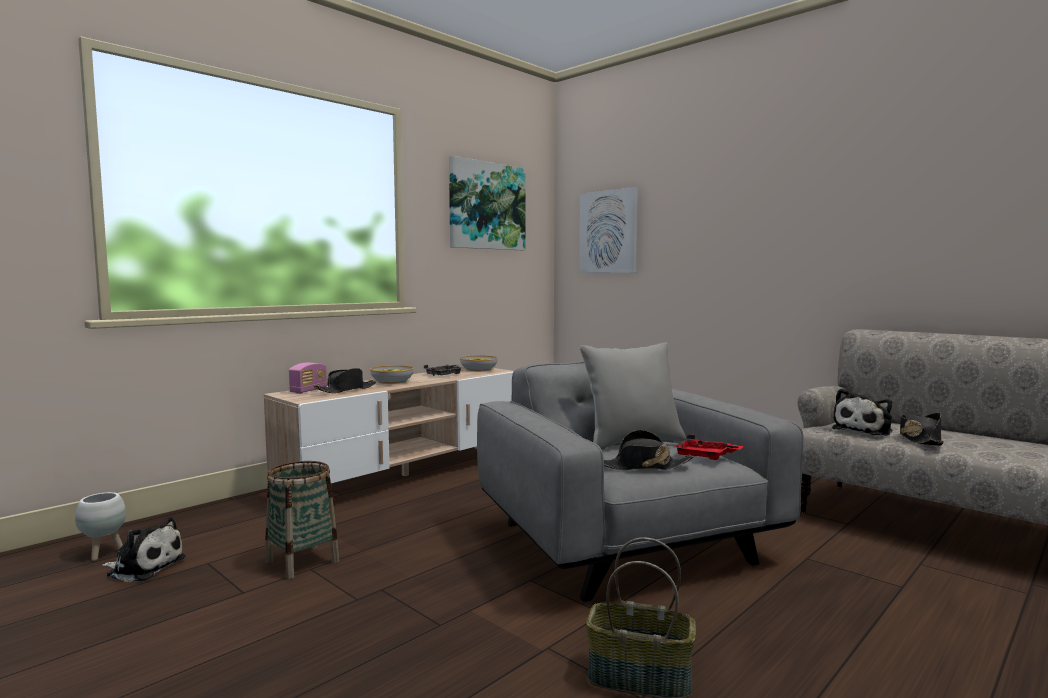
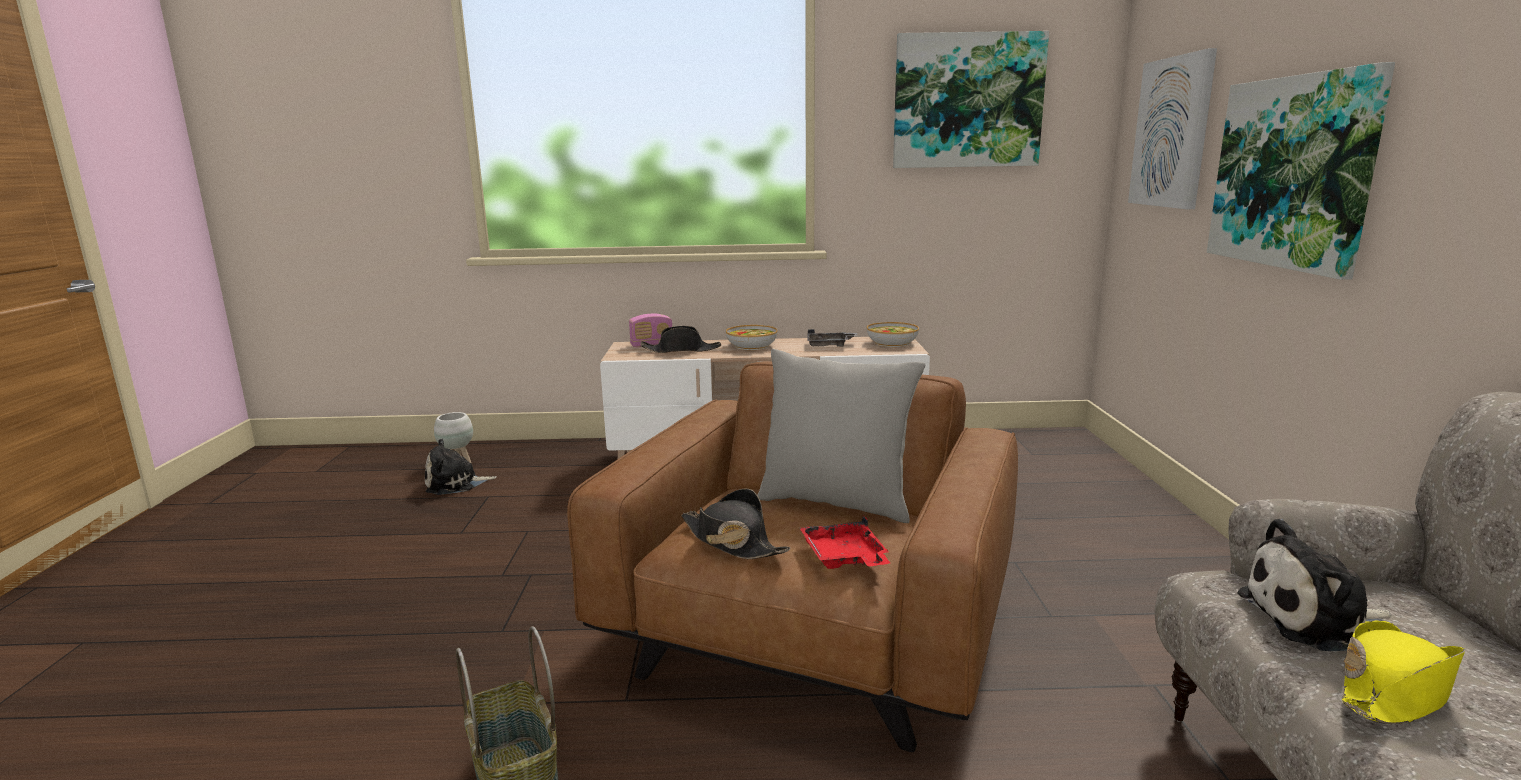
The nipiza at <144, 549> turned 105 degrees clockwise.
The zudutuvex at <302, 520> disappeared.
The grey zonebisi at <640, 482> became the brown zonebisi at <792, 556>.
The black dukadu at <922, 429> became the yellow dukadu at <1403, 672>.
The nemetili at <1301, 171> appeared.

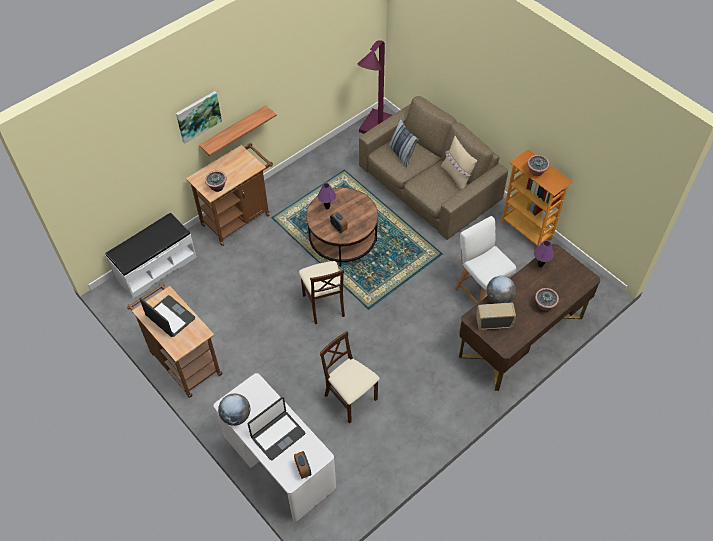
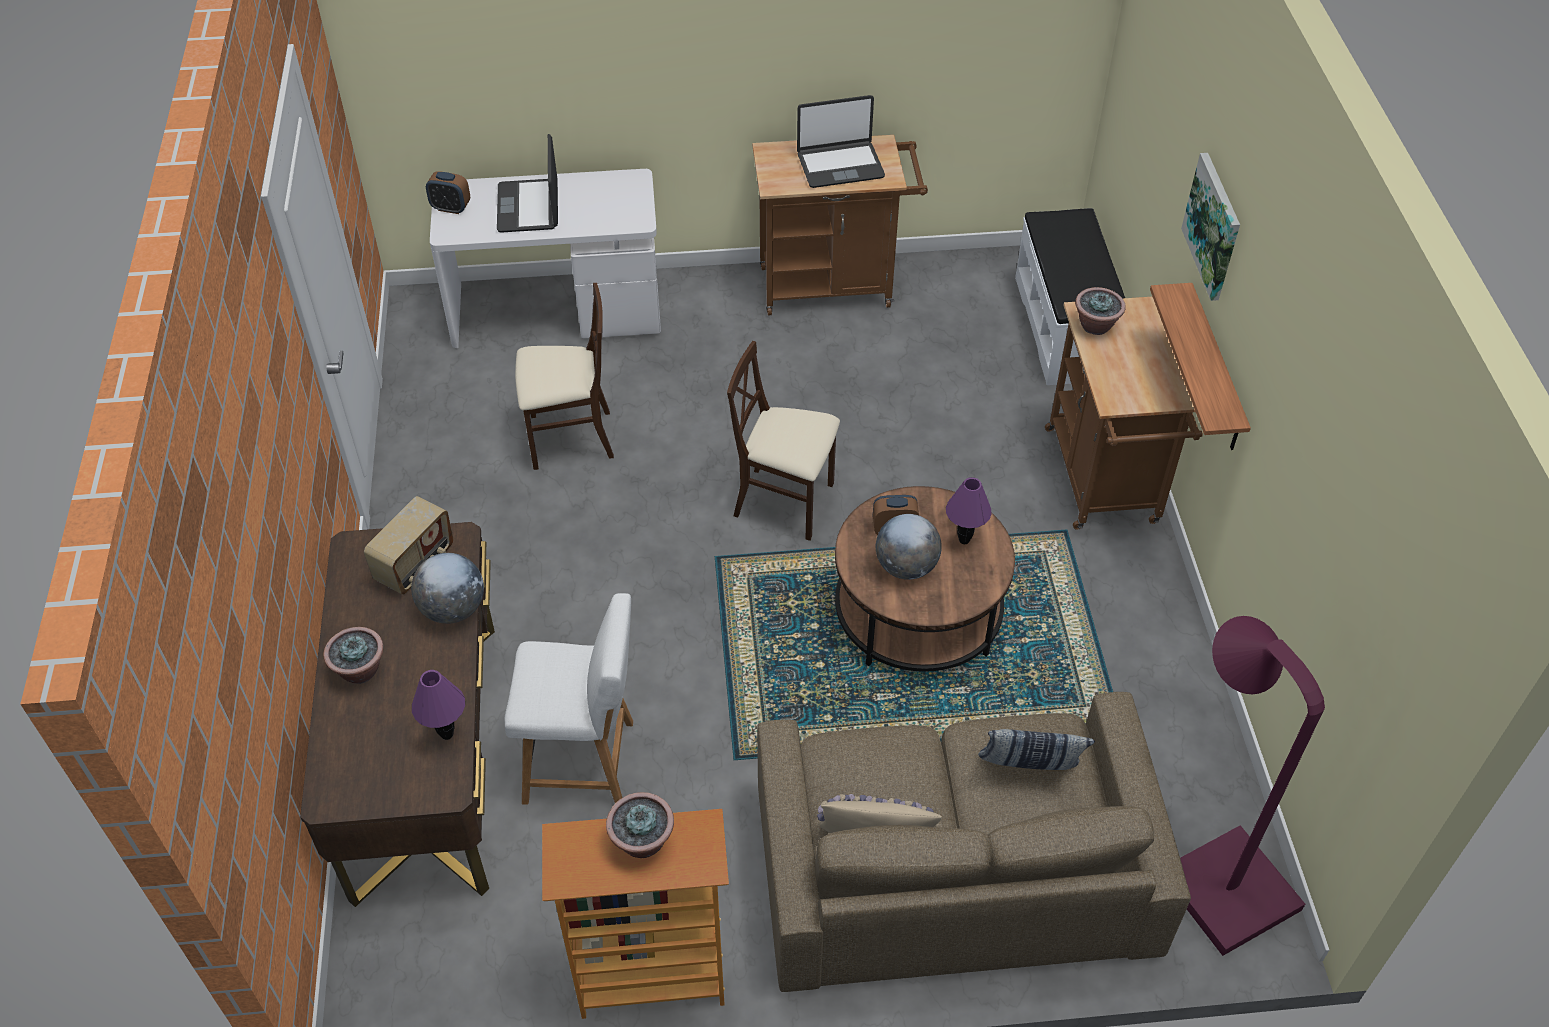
The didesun moved from <234, 409> to <909, 547>.

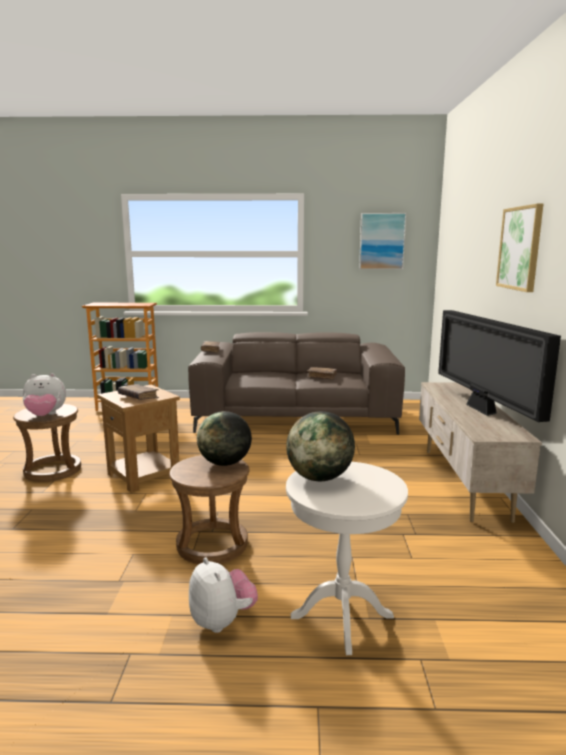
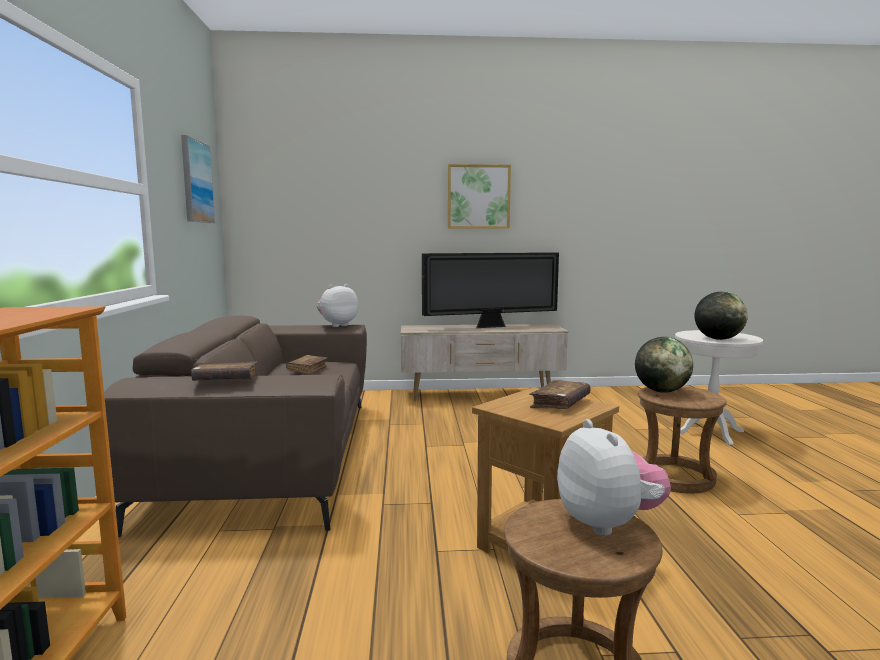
The nipiza moved from <223, 595> to <337, 305>.

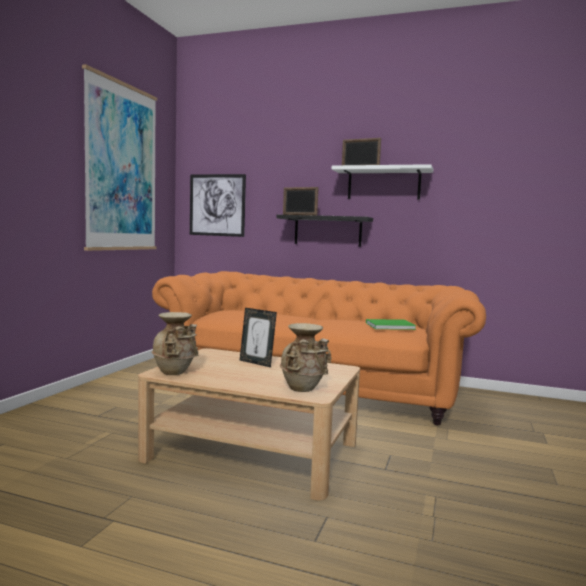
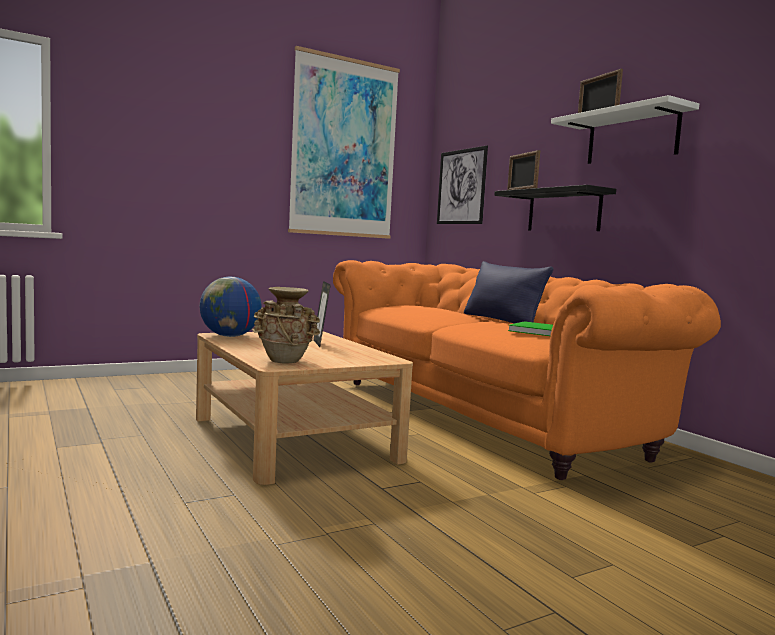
The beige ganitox at <175, 343> was replaced by the didesun at <231, 307>.
The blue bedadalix at <508, 292> appeared.

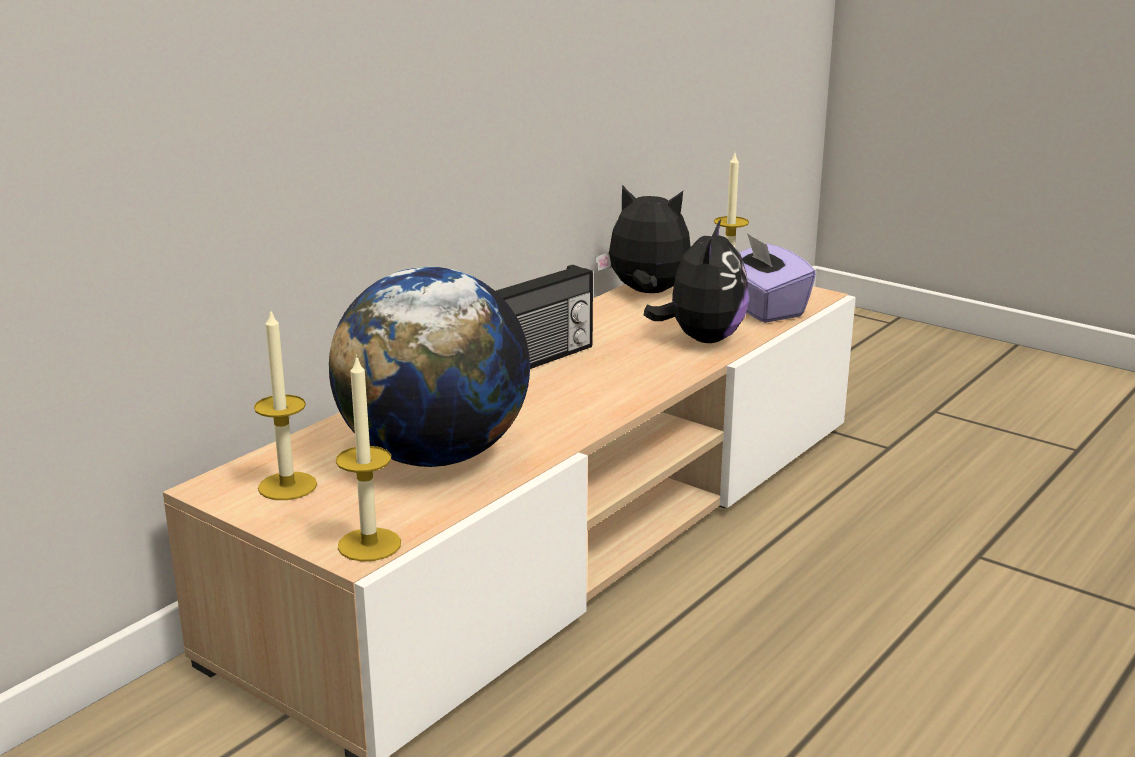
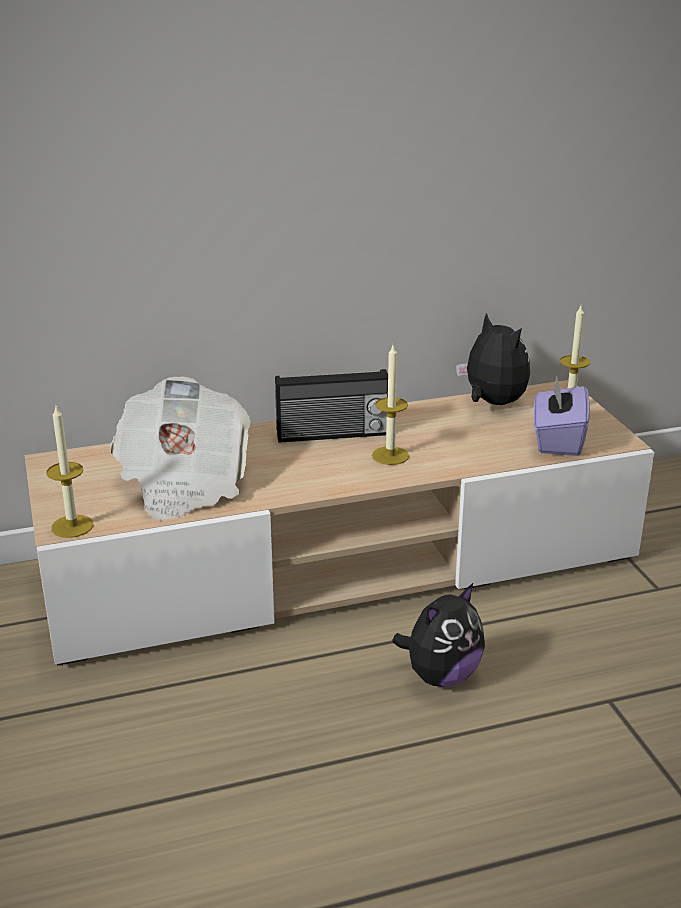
The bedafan moved from <285, 404> to <390, 405>.
The didesun at <429, 367> was replaced by the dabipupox at <180, 448>.
The nipiza moved from <696, 281> to <438, 635>.

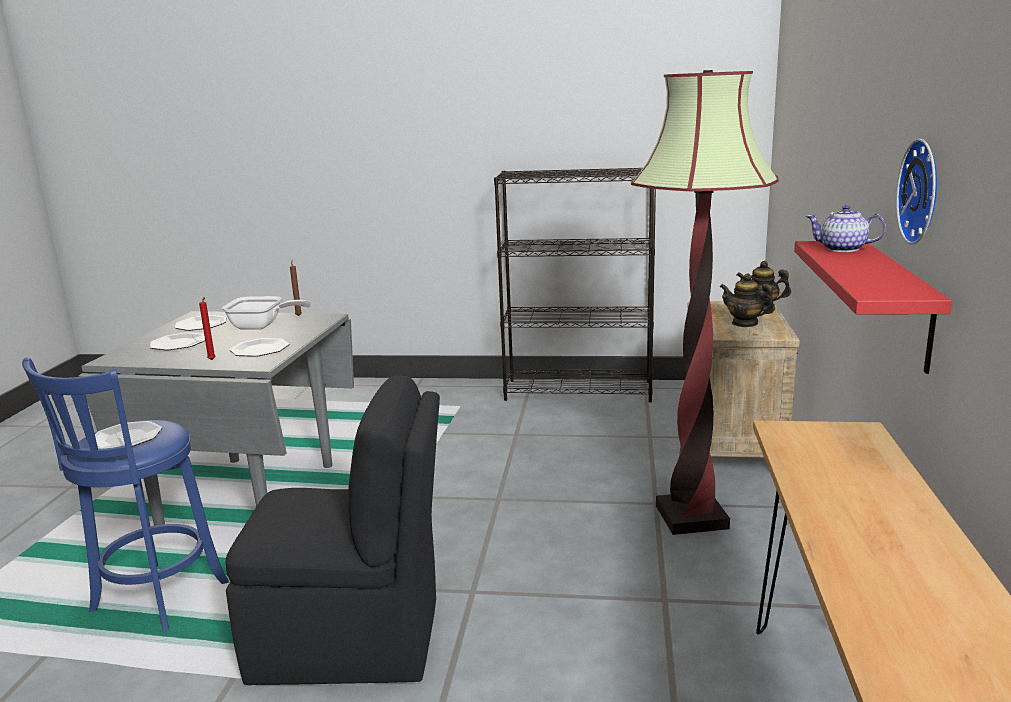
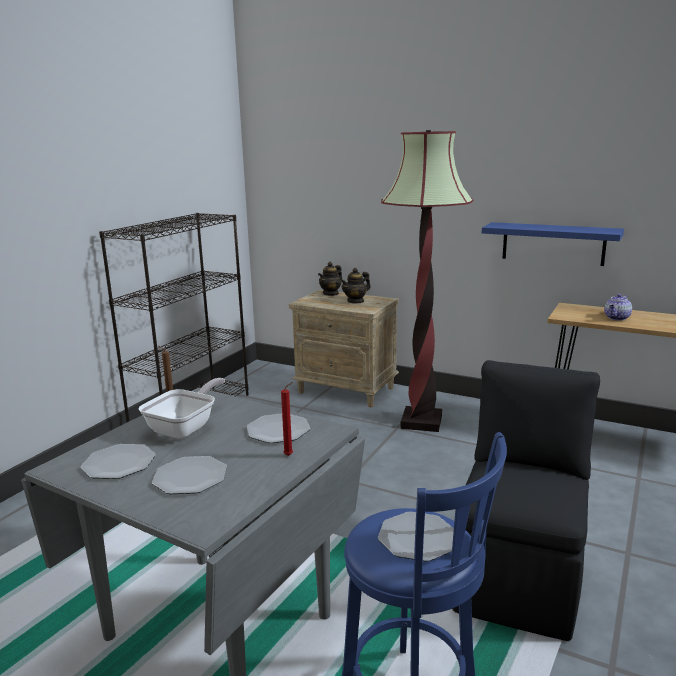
The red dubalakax at <873, 307> became the blue dubalakax at <553, 244>.
The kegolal moved from <846, 228> to <618, 307>.
The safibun at <916, 192> disappeared.

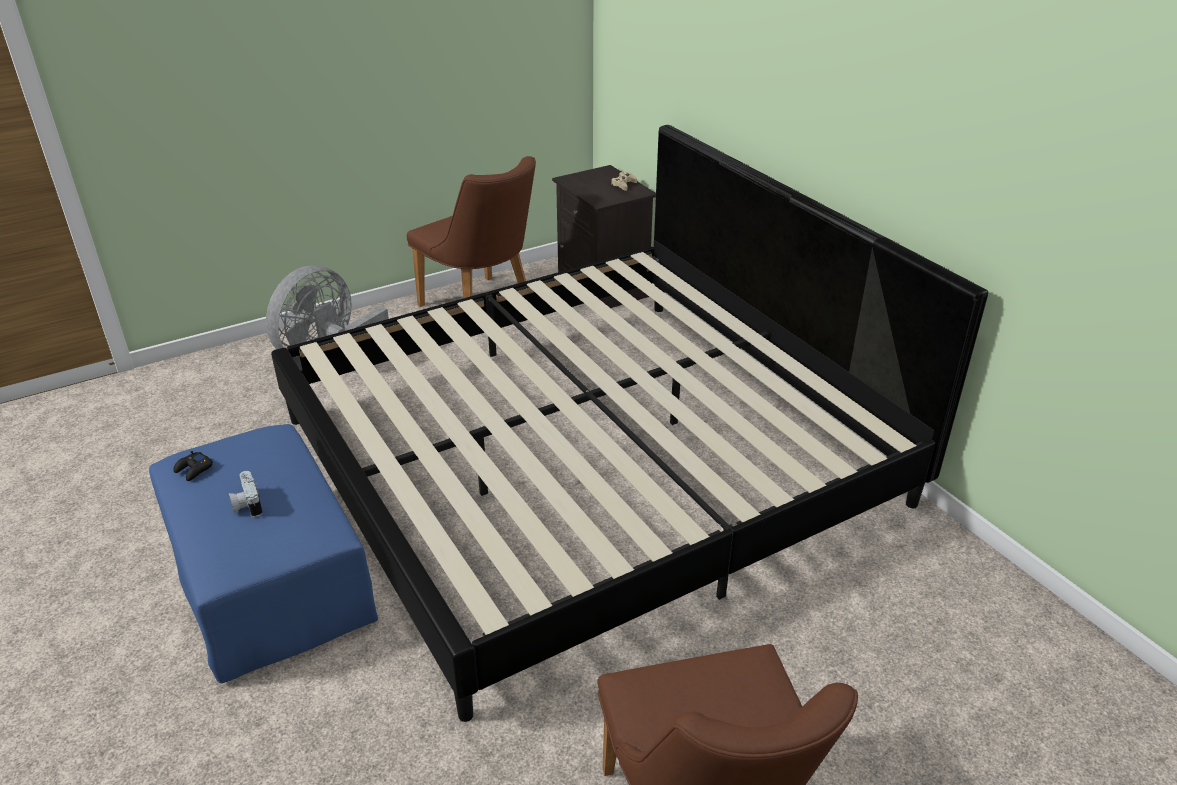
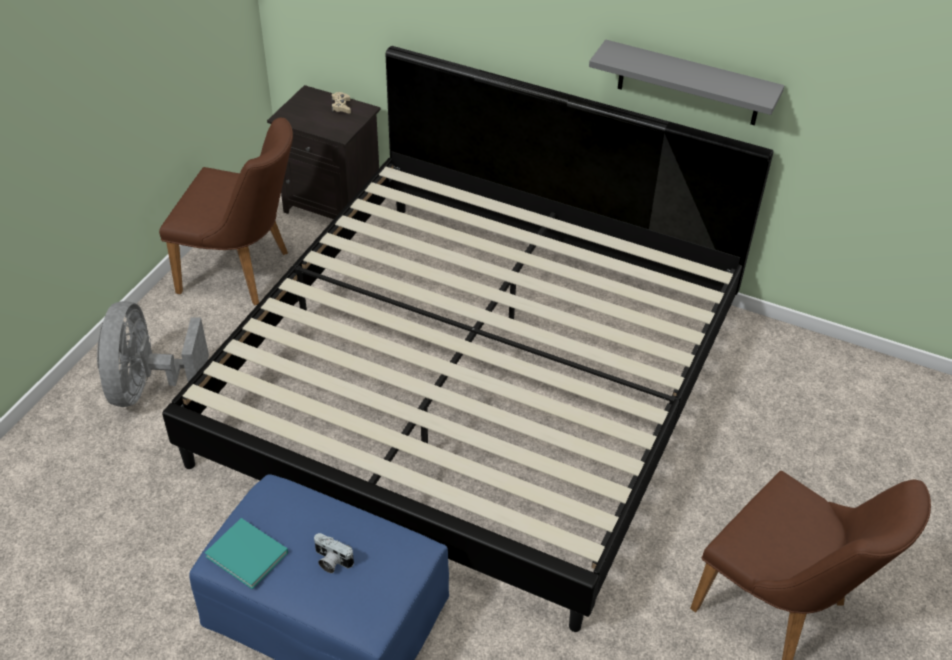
The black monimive at <193, 466> was replaced by the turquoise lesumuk at <246, 553>.
The grey dubalakax at <687, 82> appeared.

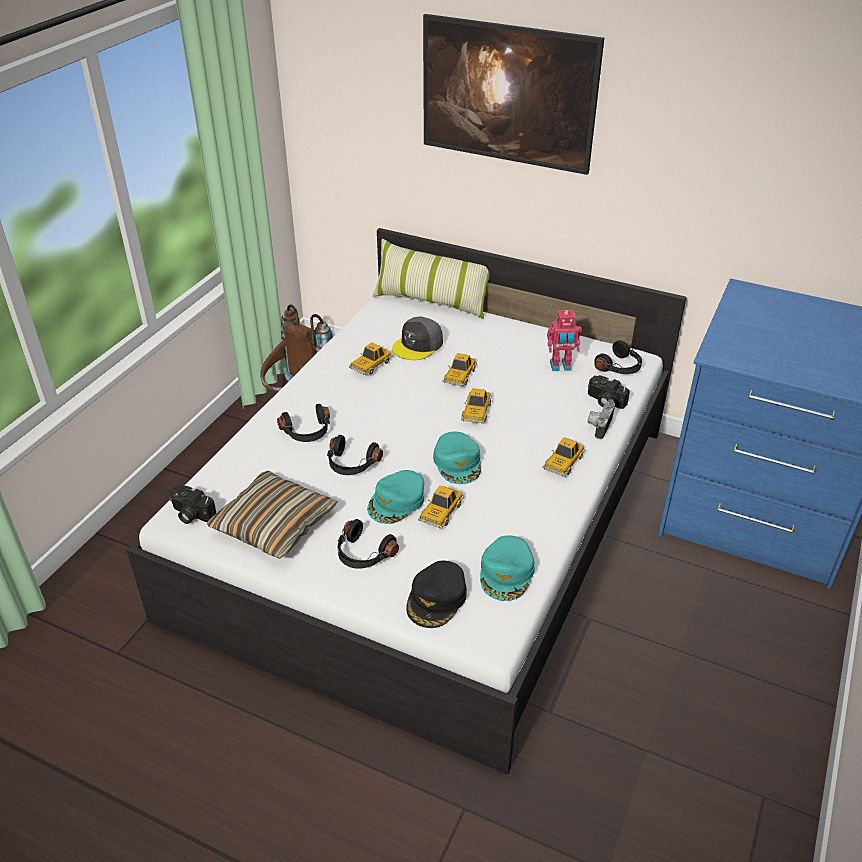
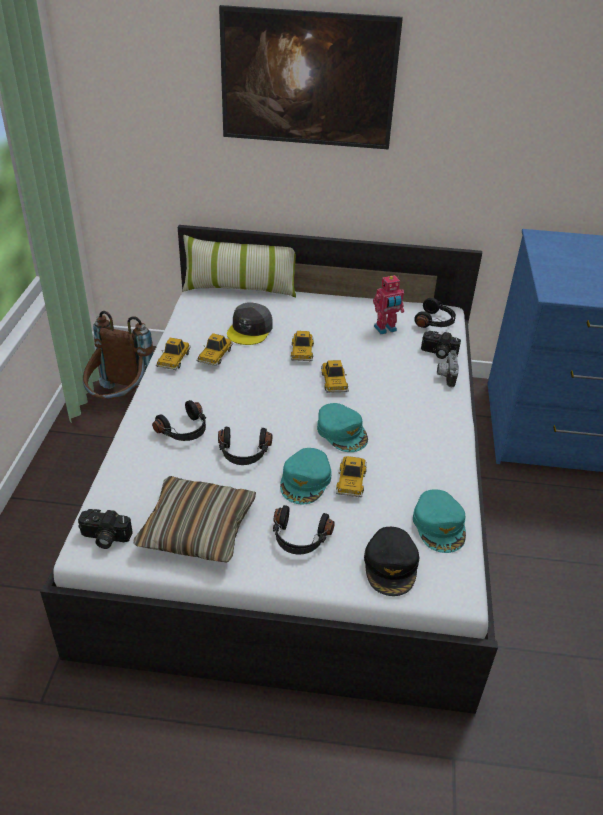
The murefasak moved from <564, 457> to <173, 354>.

